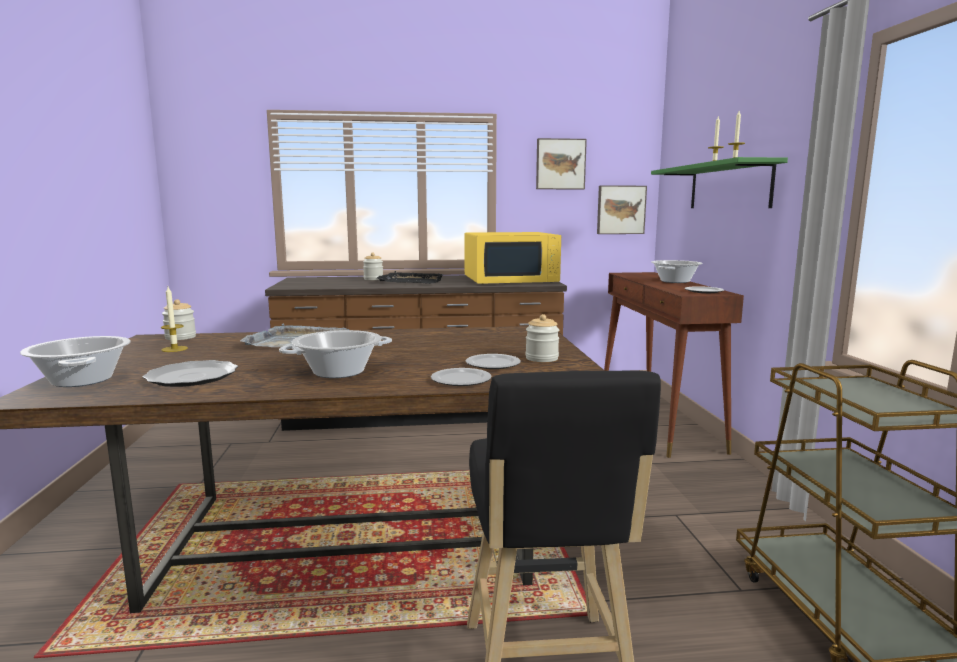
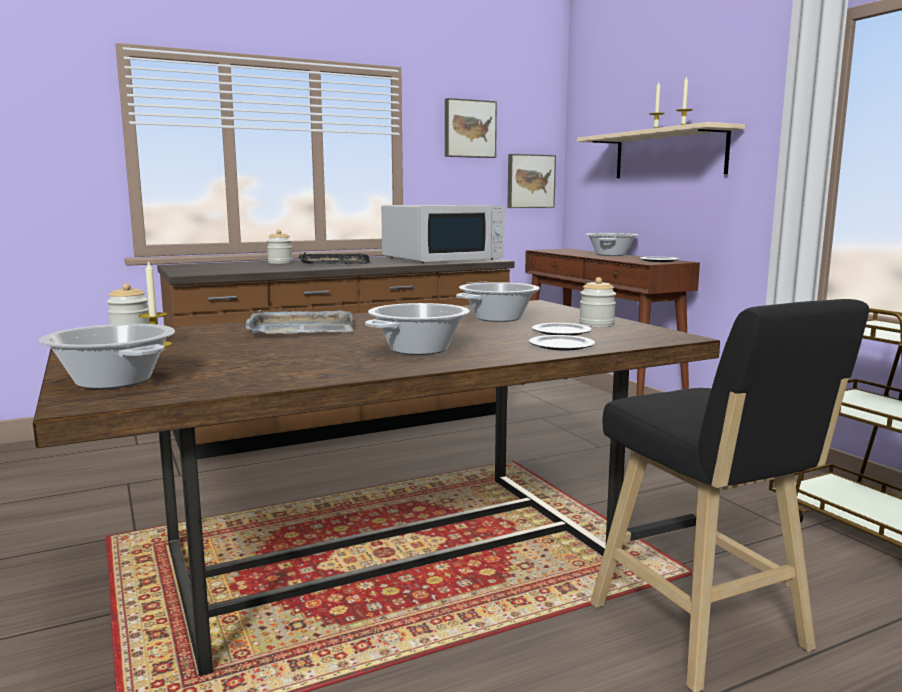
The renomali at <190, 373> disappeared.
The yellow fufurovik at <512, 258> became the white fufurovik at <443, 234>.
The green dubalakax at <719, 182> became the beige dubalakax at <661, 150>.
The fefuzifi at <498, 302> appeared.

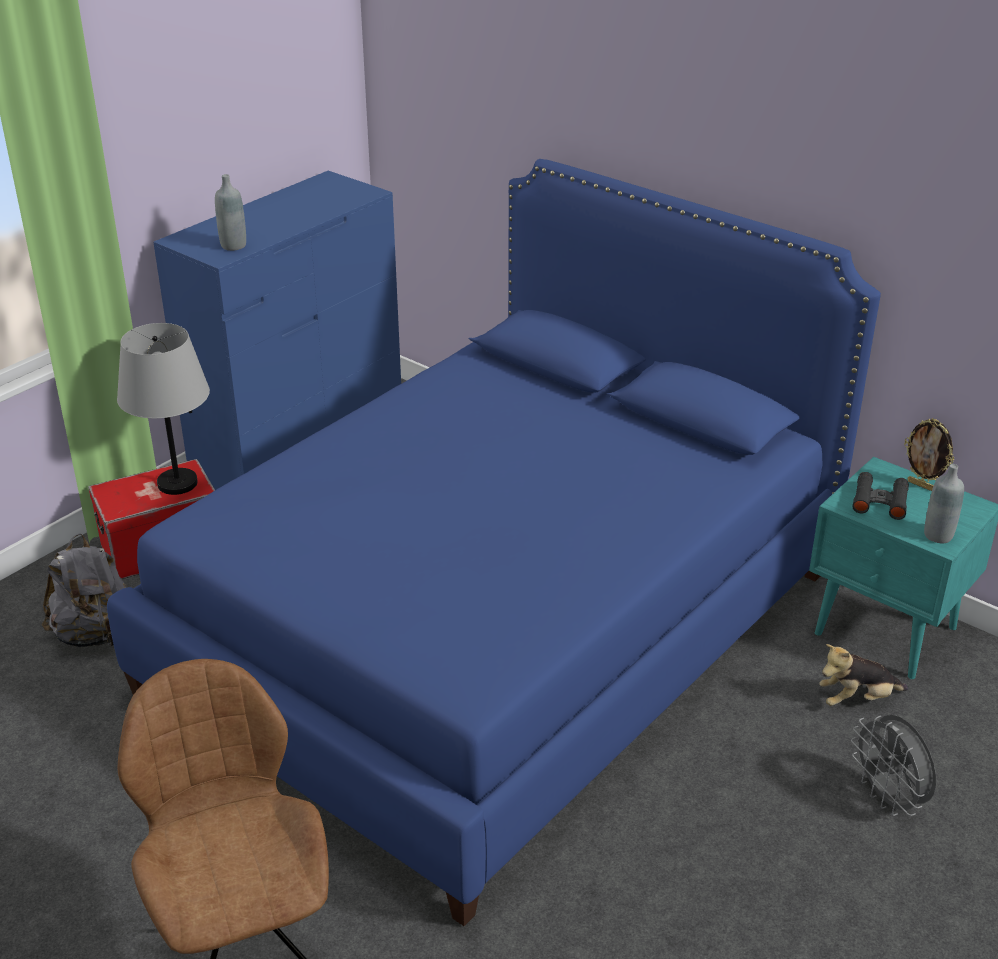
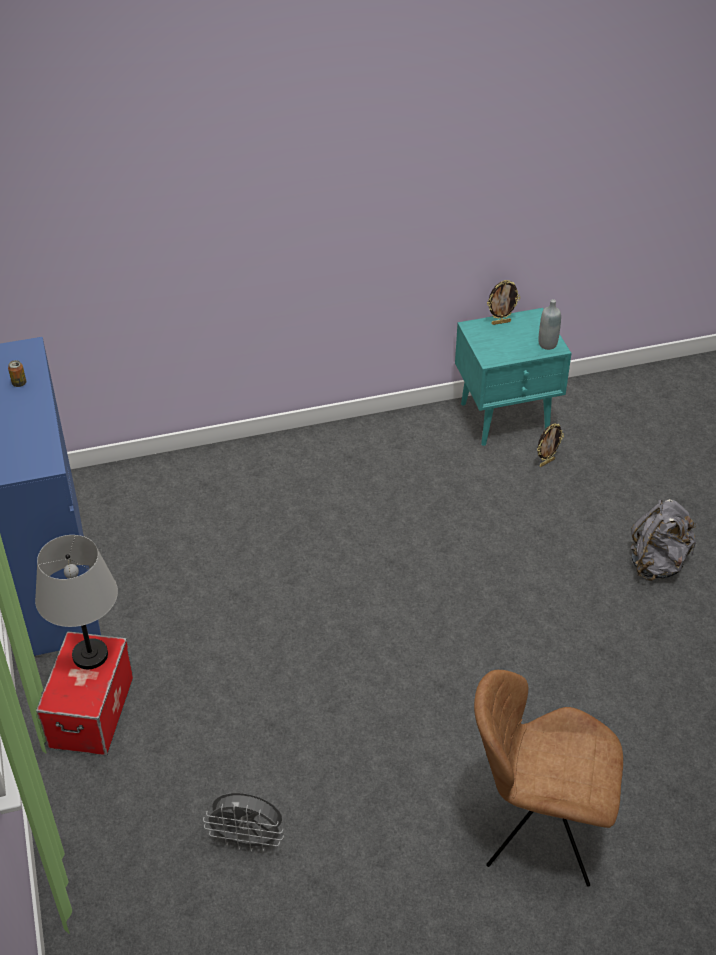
The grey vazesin moved from <84, 590> to <664, 540>.
The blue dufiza at <494, 542> disappeared.
The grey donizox at <230, 212> disappeared.
The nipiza at <863, 675> was replaced by the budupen at <550, 445>.
The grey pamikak moved from <893, 765> to <243, 822>.
The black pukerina at <880, 496> disappeared.
The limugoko at <17, 373> appeared.

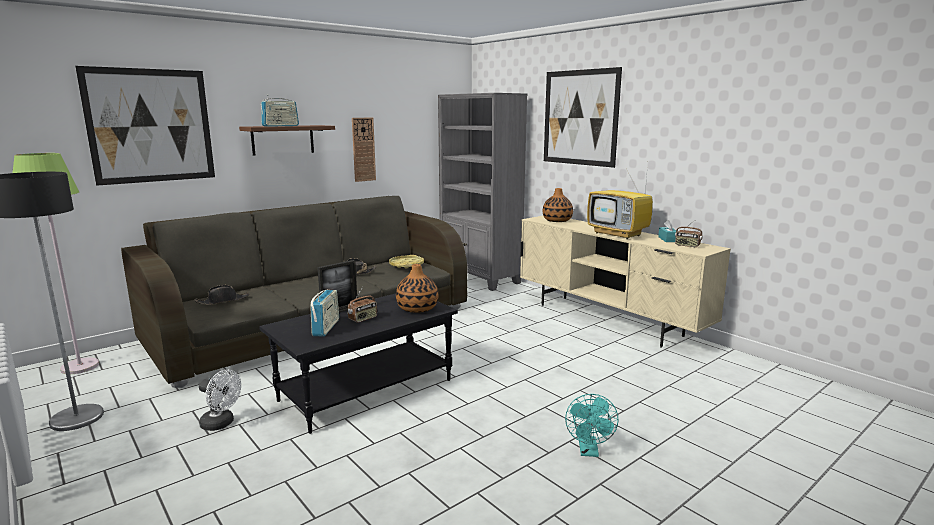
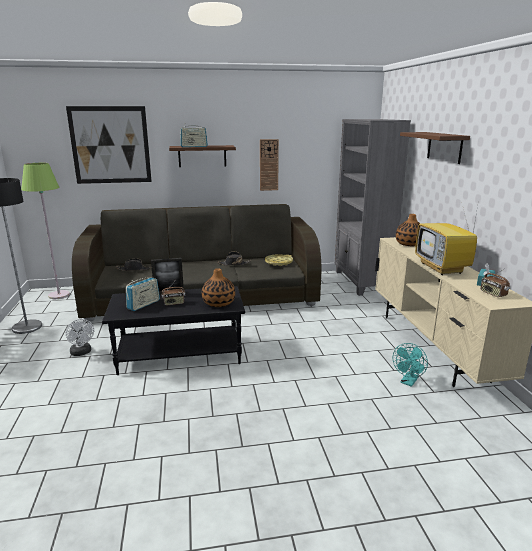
The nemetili at <583, 117> was replaced by the brown dubalakax at <435, 148>.
The turquoise pamikak moved from <592, 425> to <410, 365>.

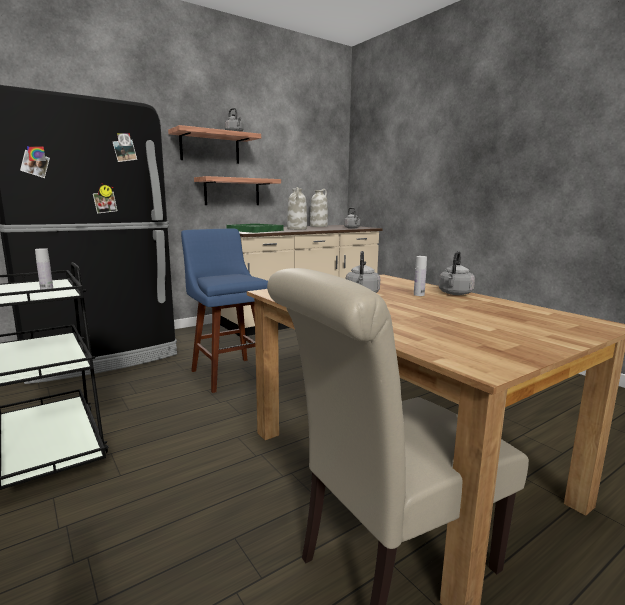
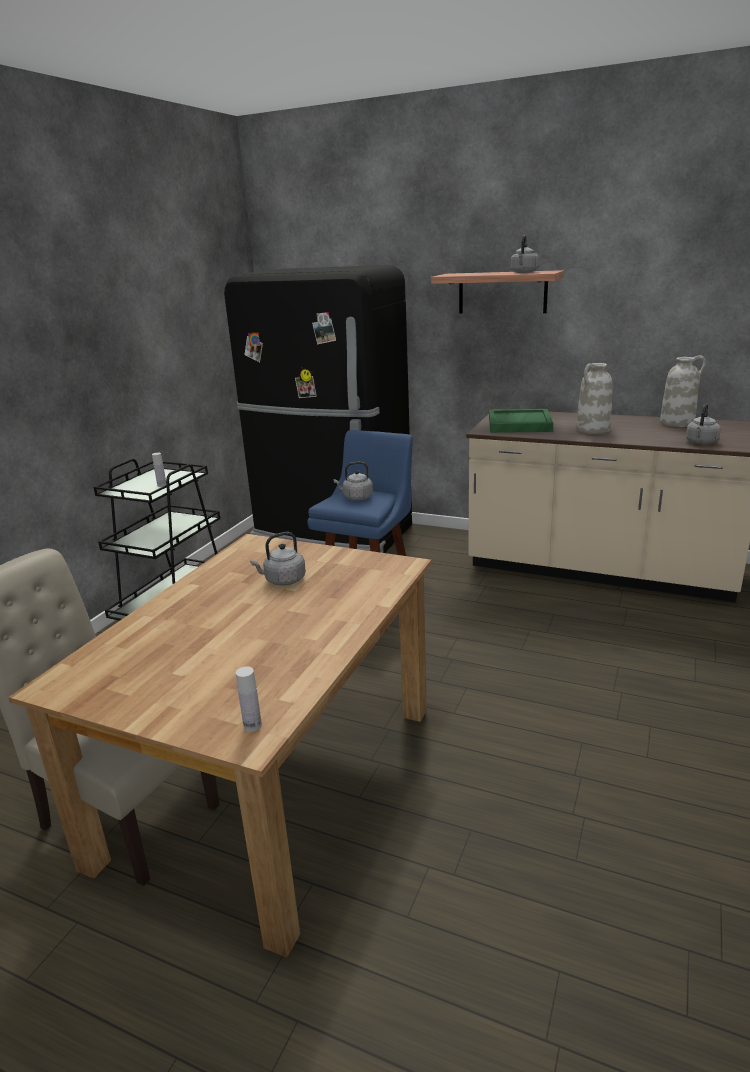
The dubalakax at <237, 190> disappeared.
The white donizox moved from <420, 276> to <249, 699>.
The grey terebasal moved from <457, 273> to <353, 481>.

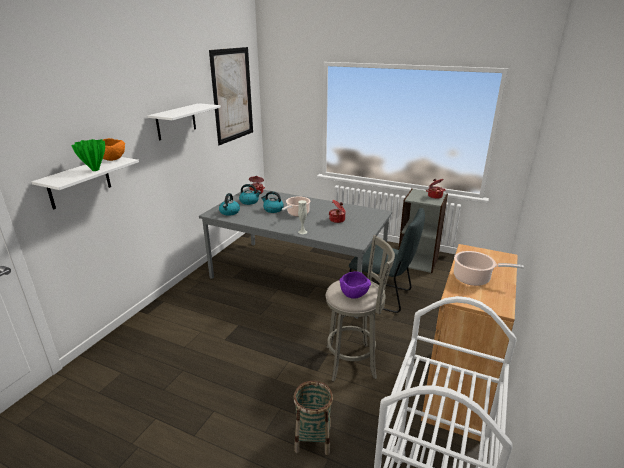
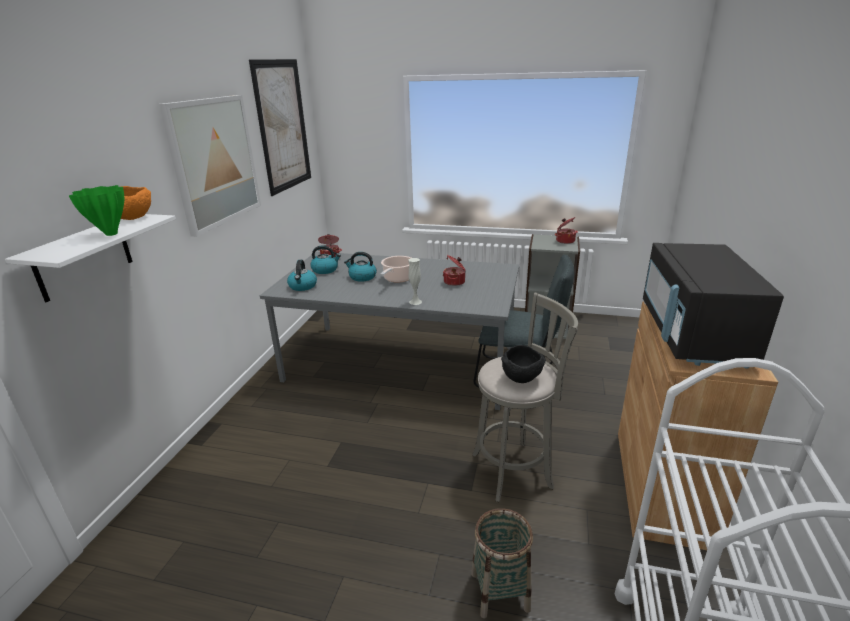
The white dubalakax at <184, 122> was replaced by the nemetili at <210, 166>.
The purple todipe at <355, 285> became the black todipe at <523, 364>.
The fefuzifi at <489, 268> was replaced by the black fufurovik at <713, 306>.

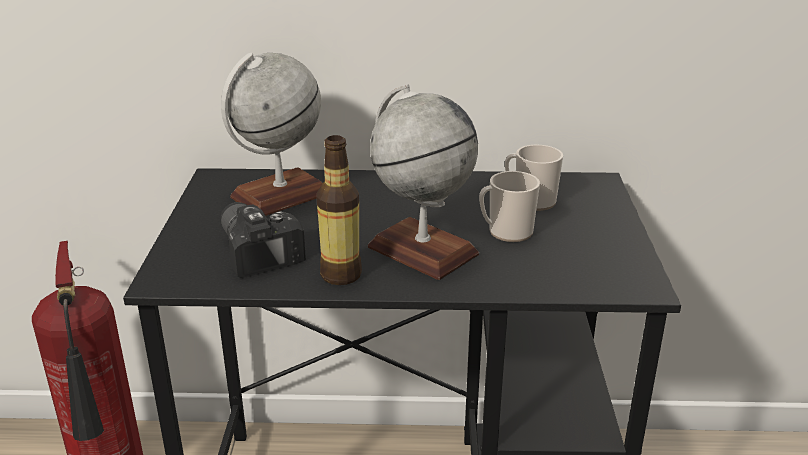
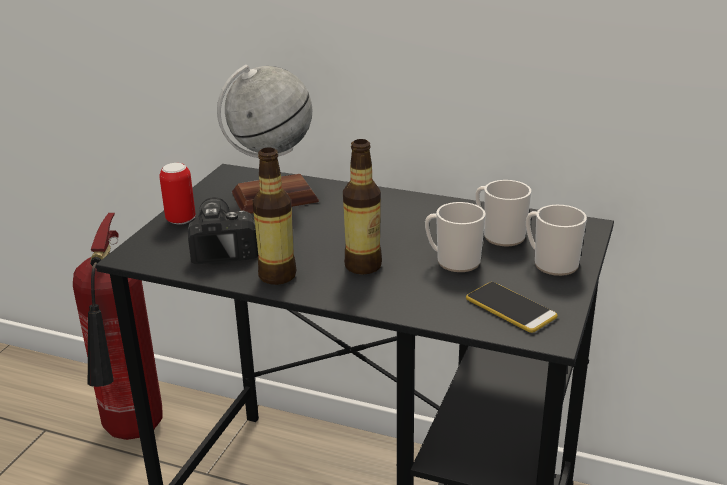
The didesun at <423, 182> was replaced by the donizox at <362, 207>.
The limugoko at <177, 194> appeared.
The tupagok at <512, 307> appeared.
The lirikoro at <556, 240> appeared.

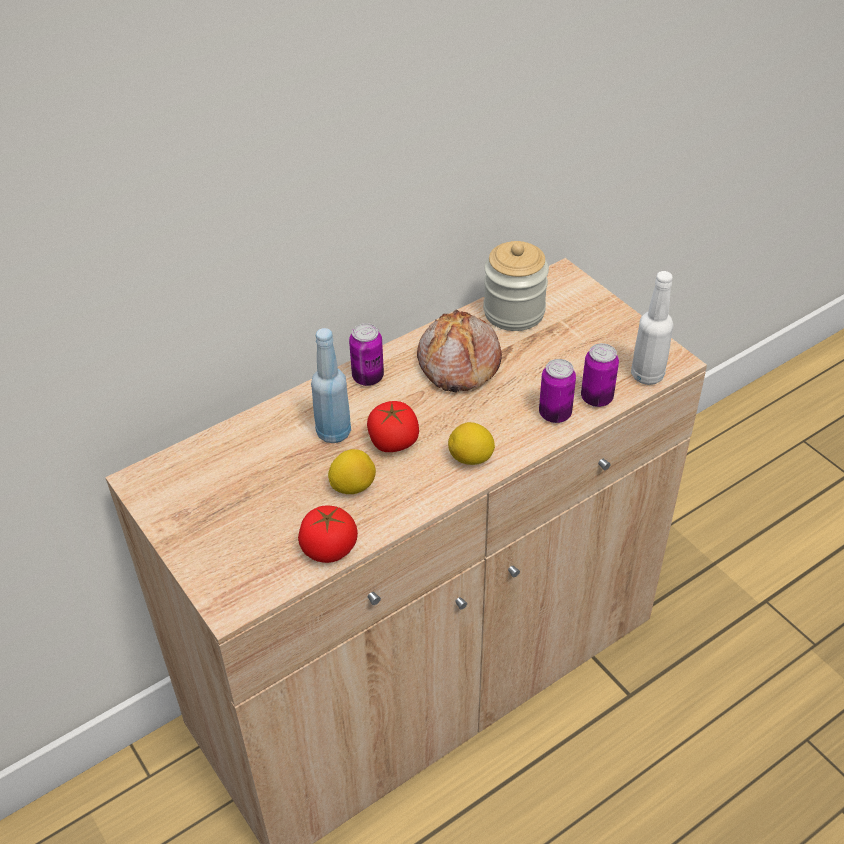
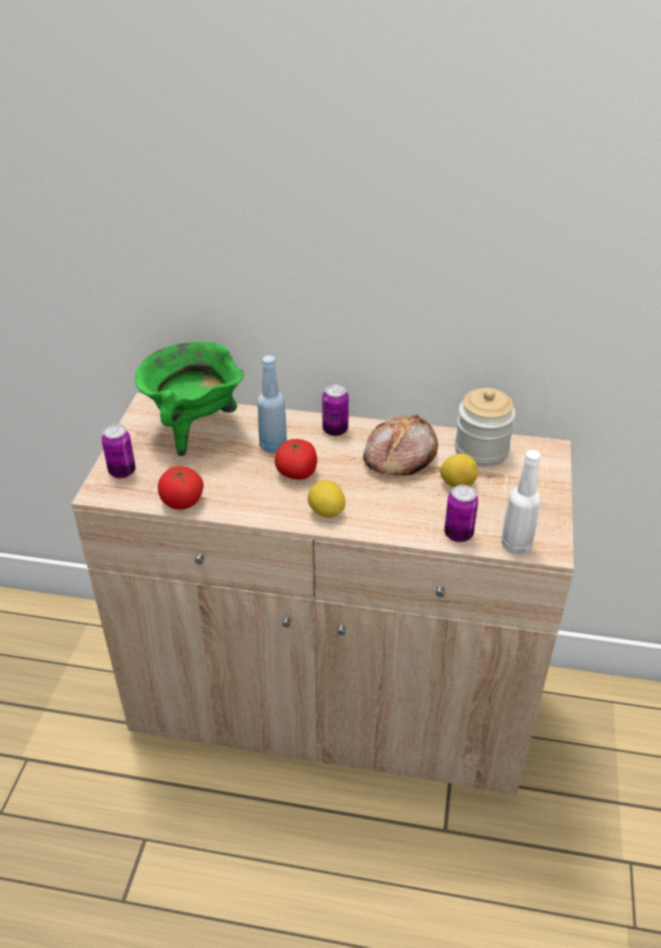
The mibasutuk moved from <352, 471> to <459, 470>.
The limugoko moved from <557, 391> to <118, 451>.
The green fefuzifi at <189, 398> appeared.

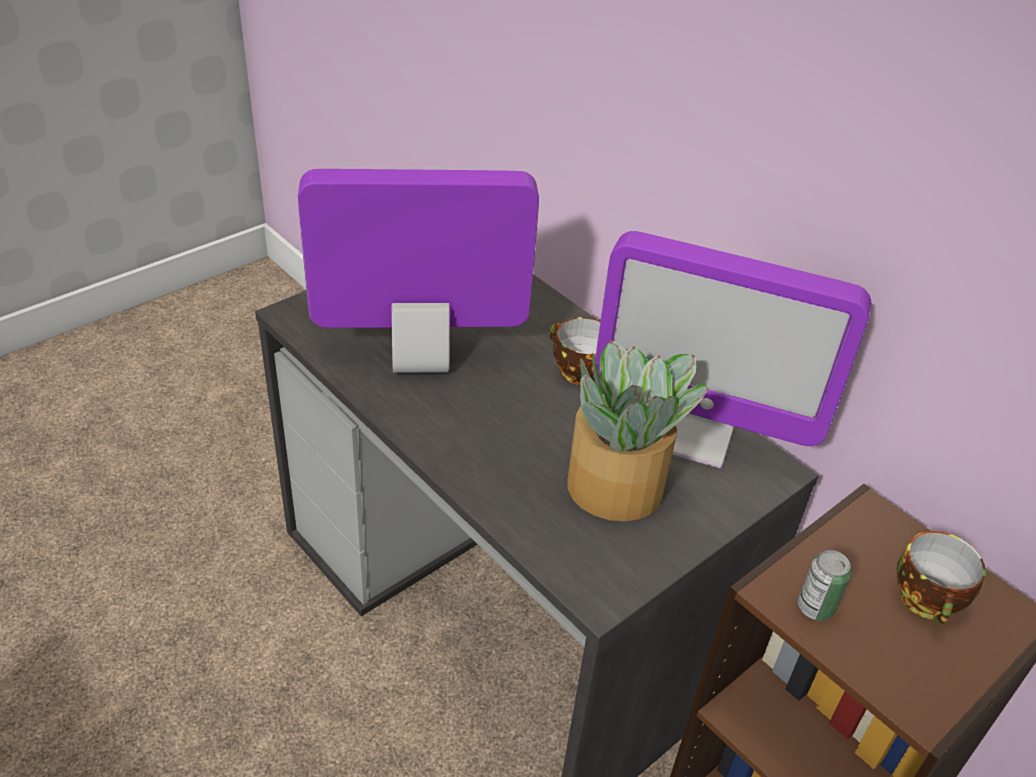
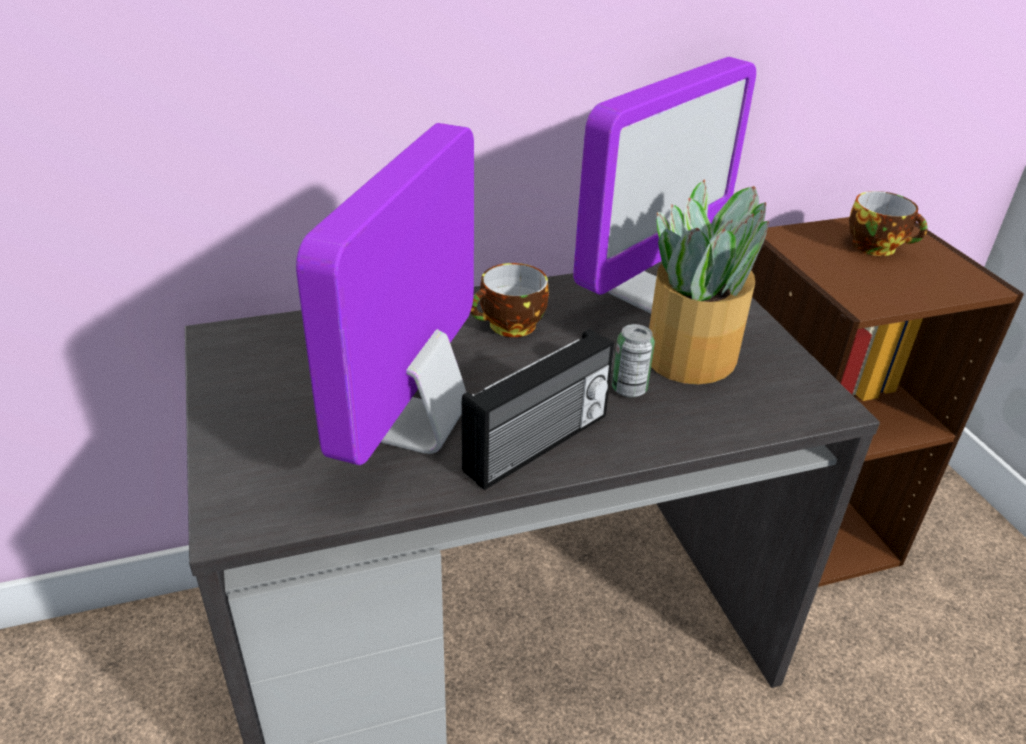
The limugoko moved from <824, 585> to <633, 360>.
The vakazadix at <538, 409> appeared.

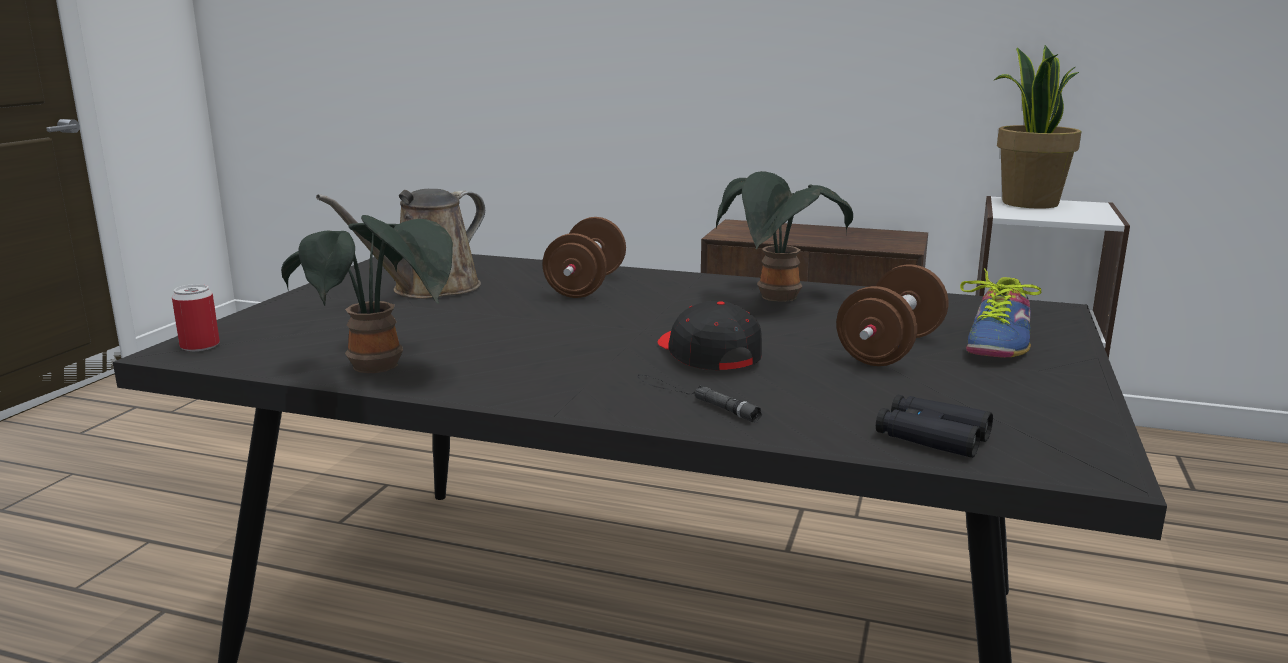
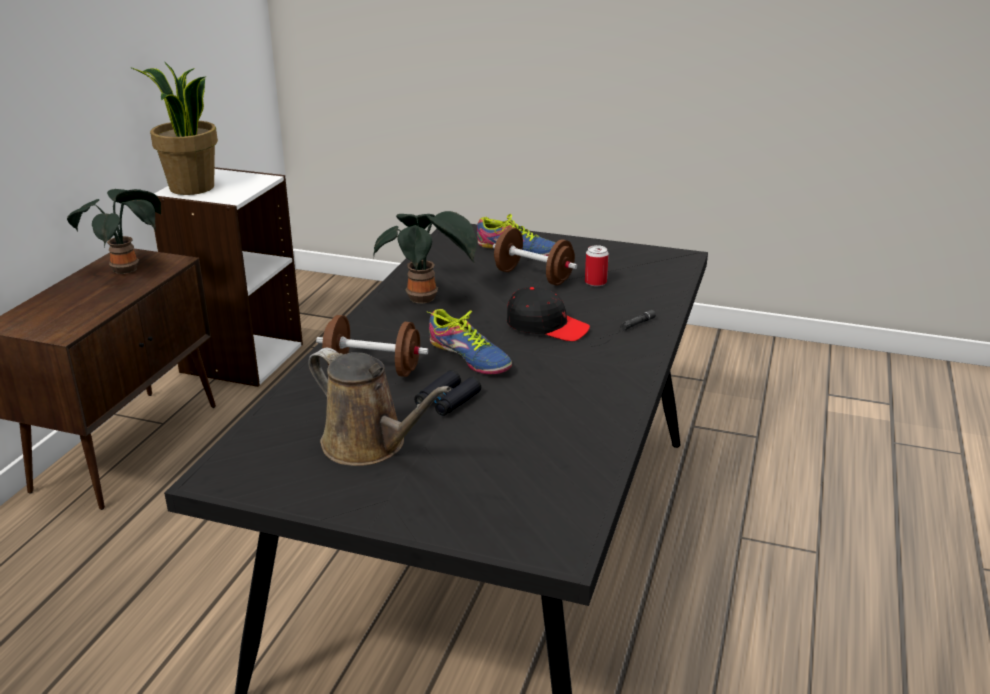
The limugoko moved from <196, 317> to <597, 265>.
The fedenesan moved from <367, 294> to <114, 231>.
The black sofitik at <709, 335> turned 135 degrees counterclockwise.
The black pukerina moved from <934, 426> to <447, 393>.
The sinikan at <470, 341> appeared.

